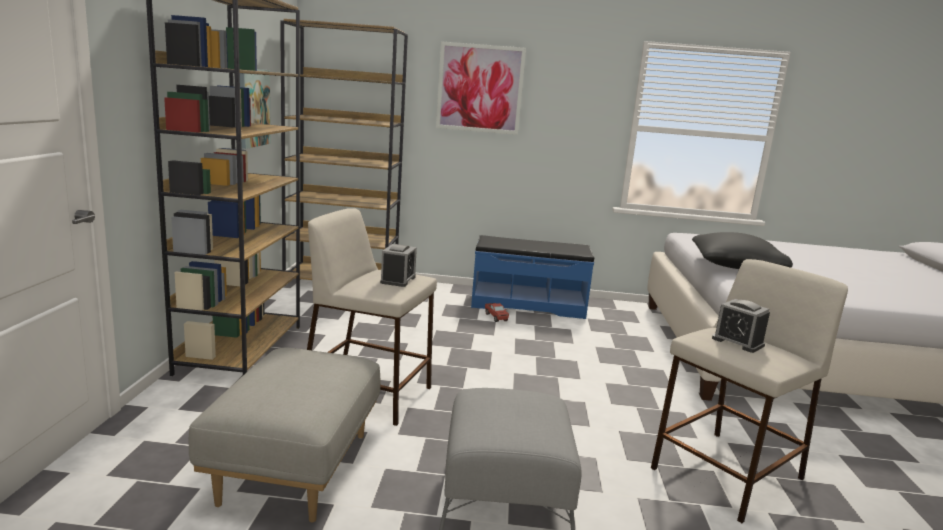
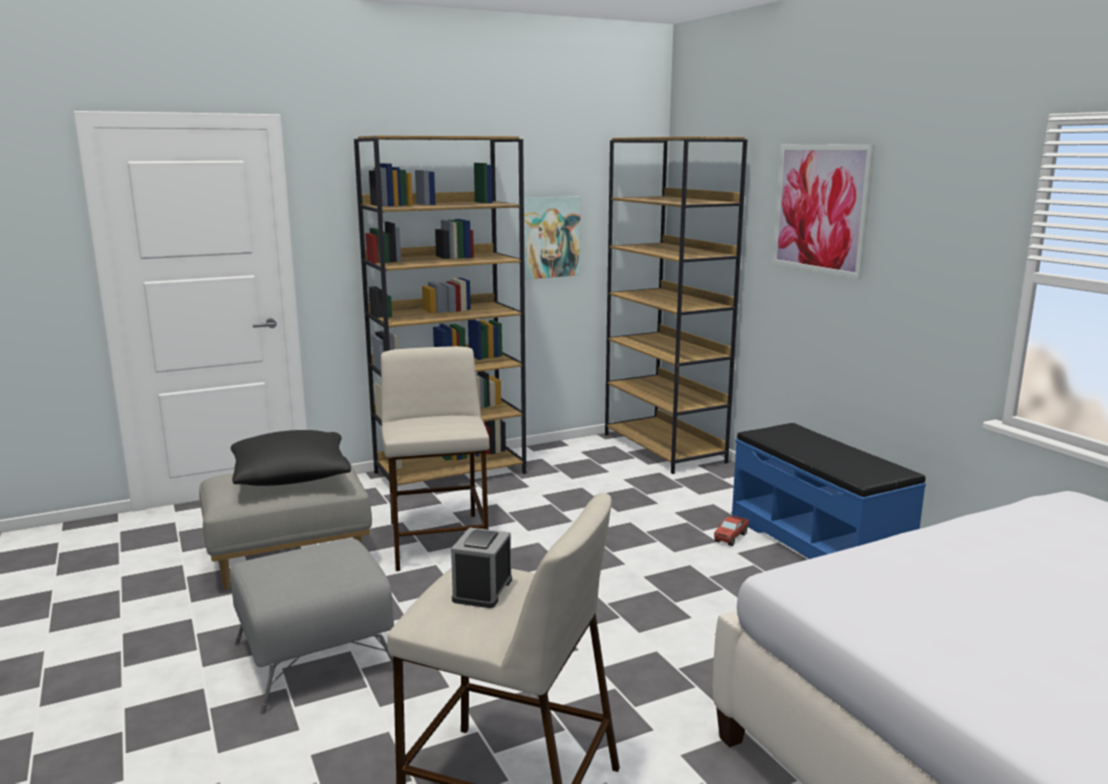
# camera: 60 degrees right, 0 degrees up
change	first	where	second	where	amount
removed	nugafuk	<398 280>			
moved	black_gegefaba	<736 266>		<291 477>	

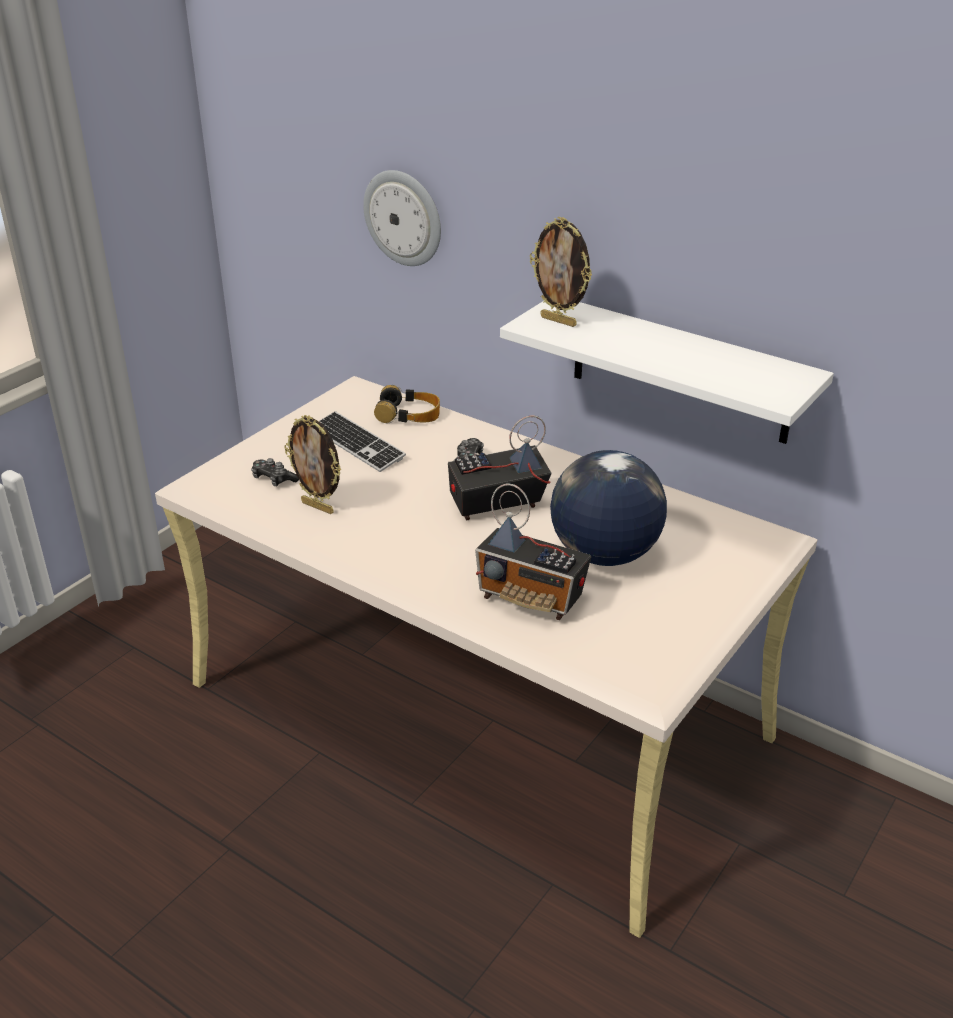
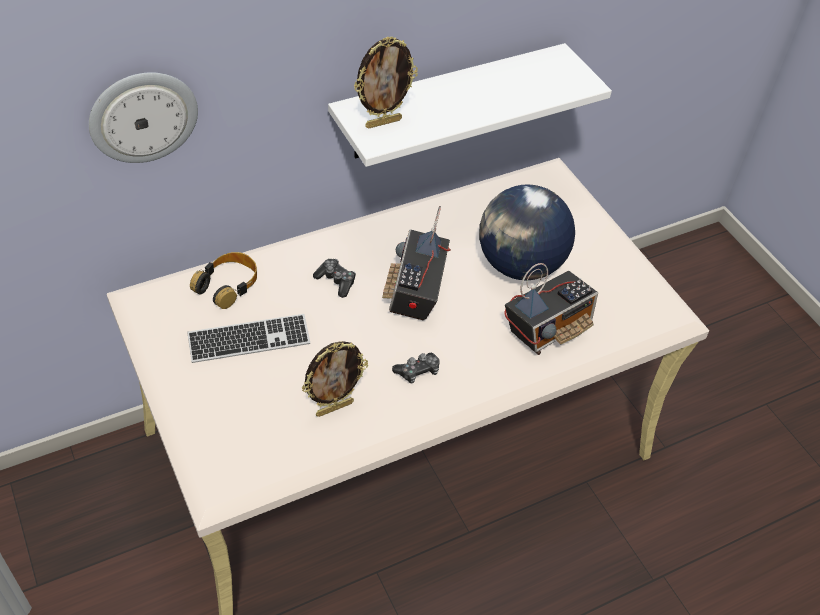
# camera: 65 degrees left, 15 degrees up
change	first	where	second	where	amount
moved	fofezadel	<273 479>		<418 371>	

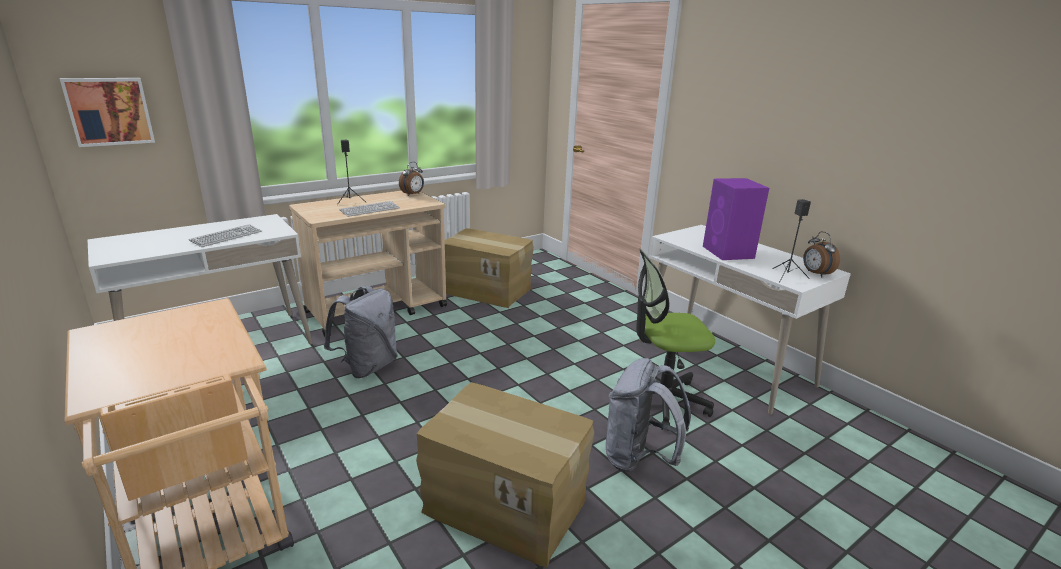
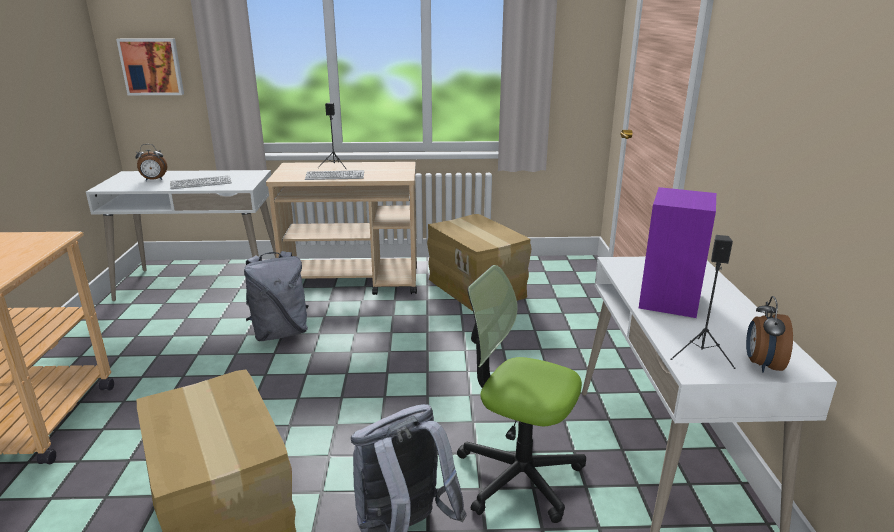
# camera: 35 degrees right, 0 degrees up
change	first	where	second	where	amount
moved	nugafuk	<413 194>		<154 180>	

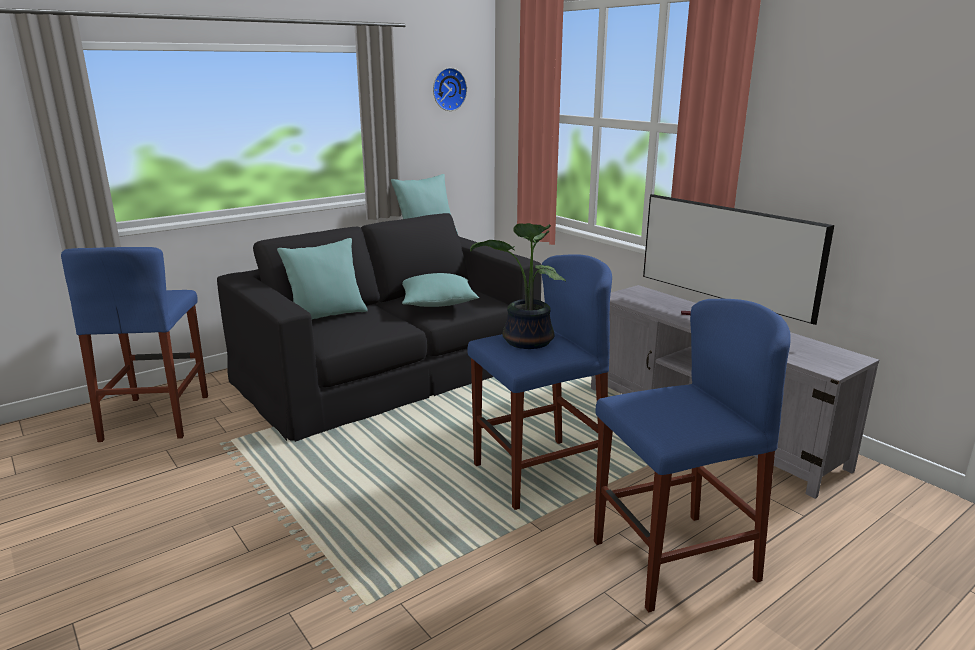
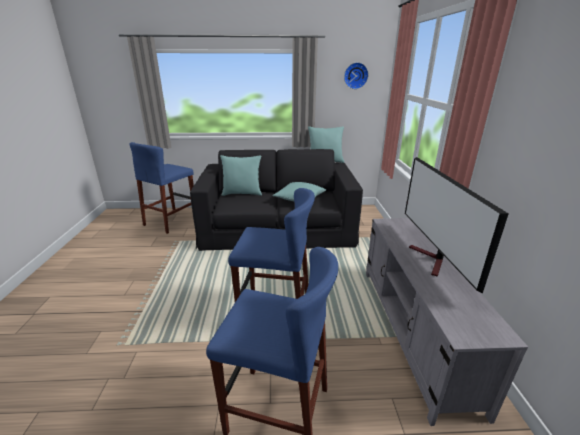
# camera: 35 degrees right, 5 degrees up
change	first	where	second	where	amount
removed	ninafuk	<526 342>			

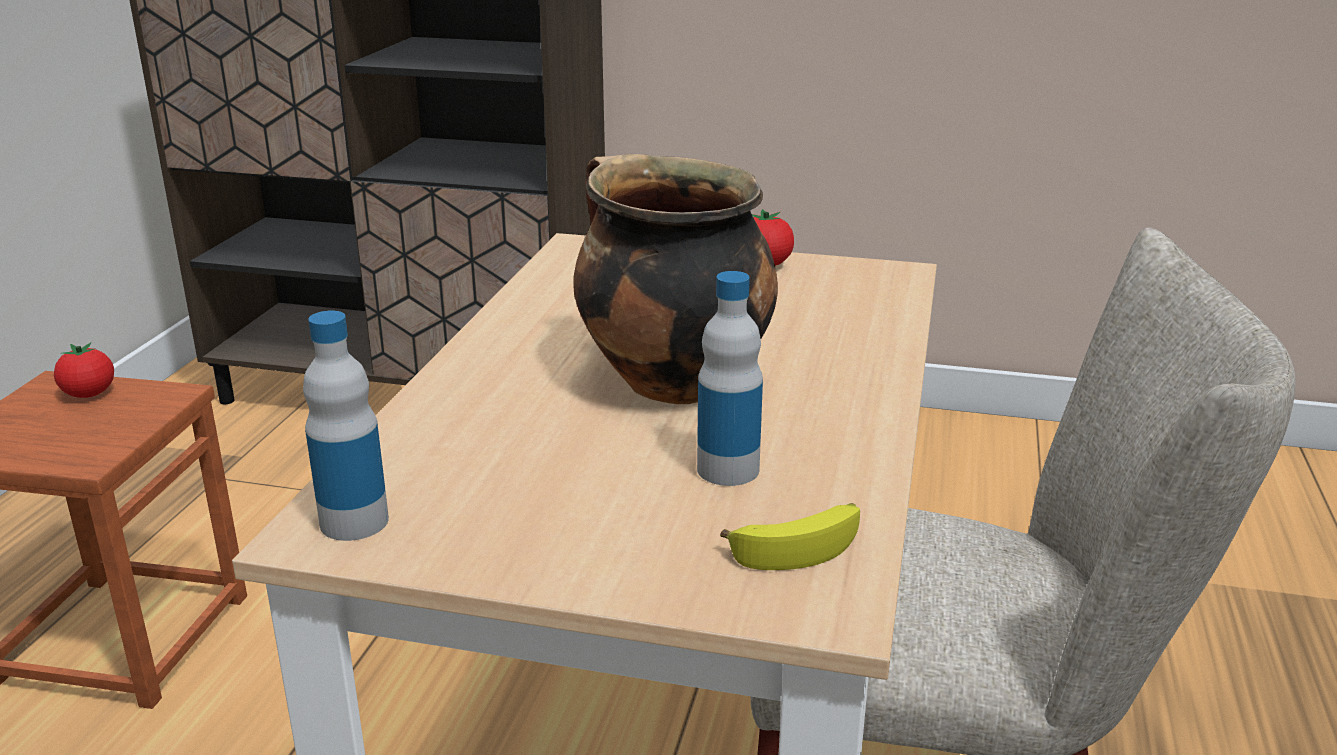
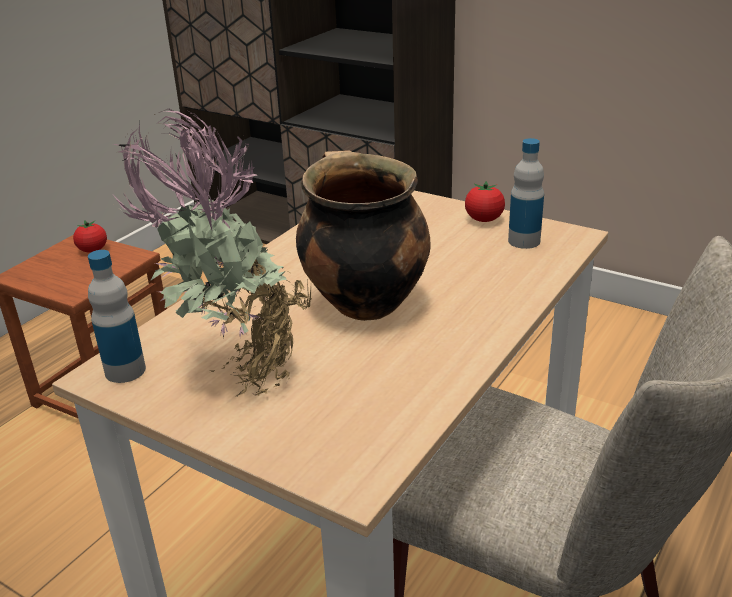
# camera: 20 degrees right, 5 degrees up
change	first	where	second	where	amount
moved	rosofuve	<728 469>		<524 241>	
removed	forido	<799 545>			
added			ninafuk	<236 371>	

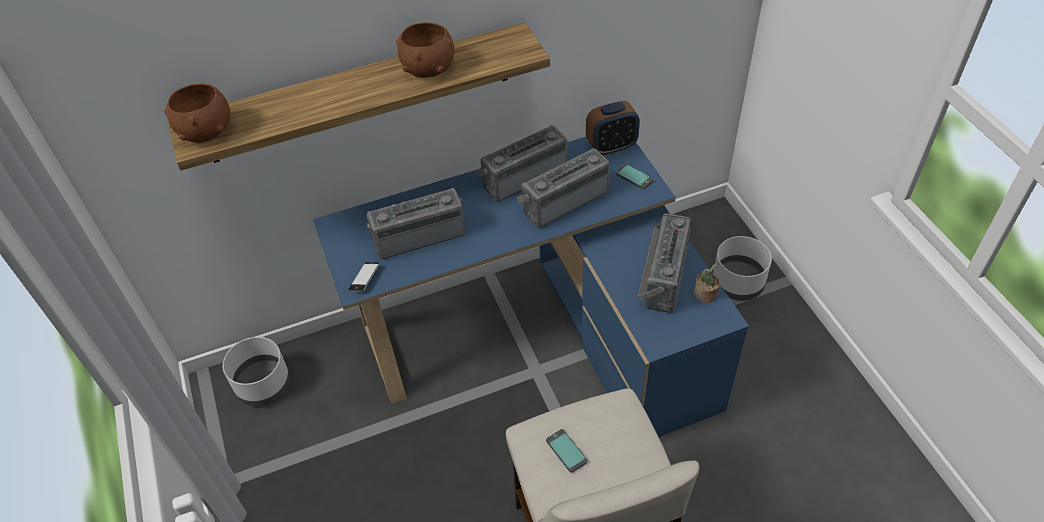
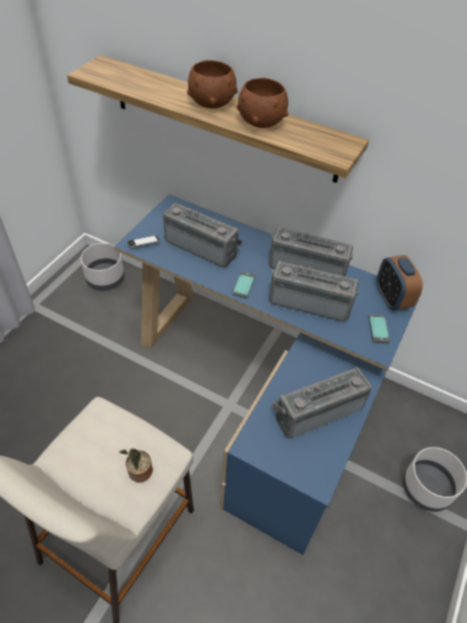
# camera: 45 degrees right, 0 degrees up
change	first	where	second	where	amount
moved	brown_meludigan	<206 132>		<211 103>	
moved	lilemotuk	<566 451>		<243 285>	
turned	nugafuk	<611 146>		<391 298>	45 degrees clockwise
moved	ninafuk	<705 295>		<138 472>	

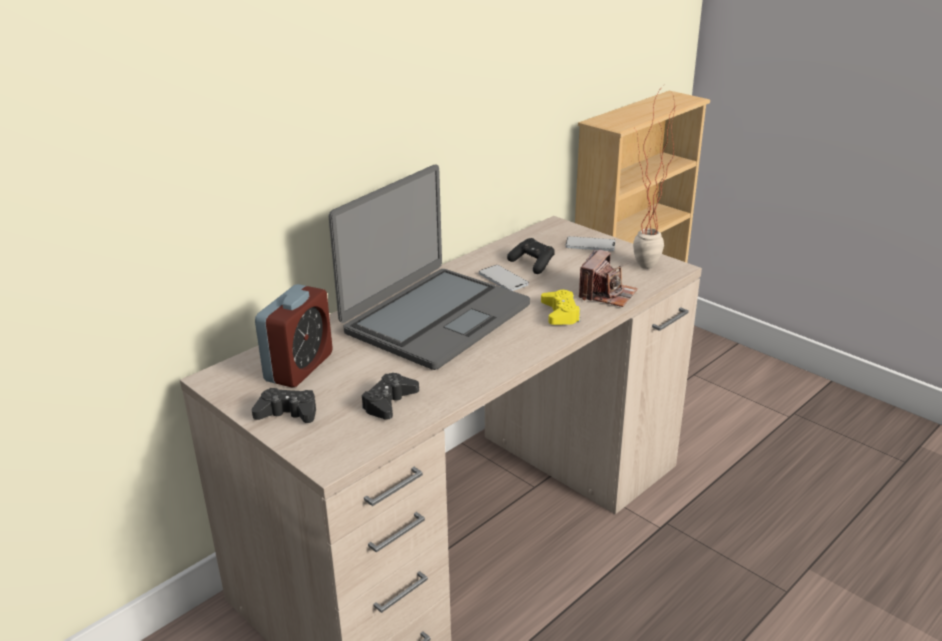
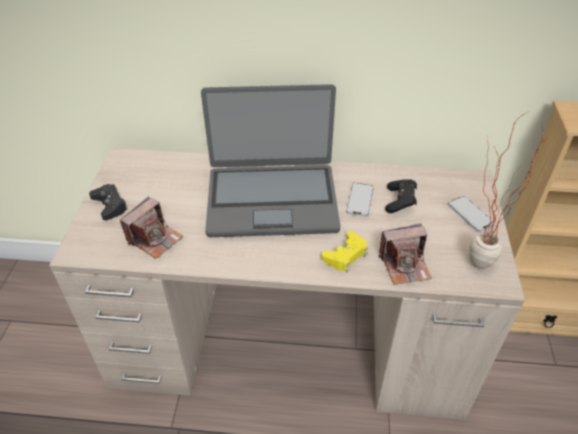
# camera: 50 degrees right, 15 degrees up
change	first	where	second	where	amount
removed	nugafuk	<299 367>			
replaced	black_fofezadel	<389 402>	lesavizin	<155 239>	

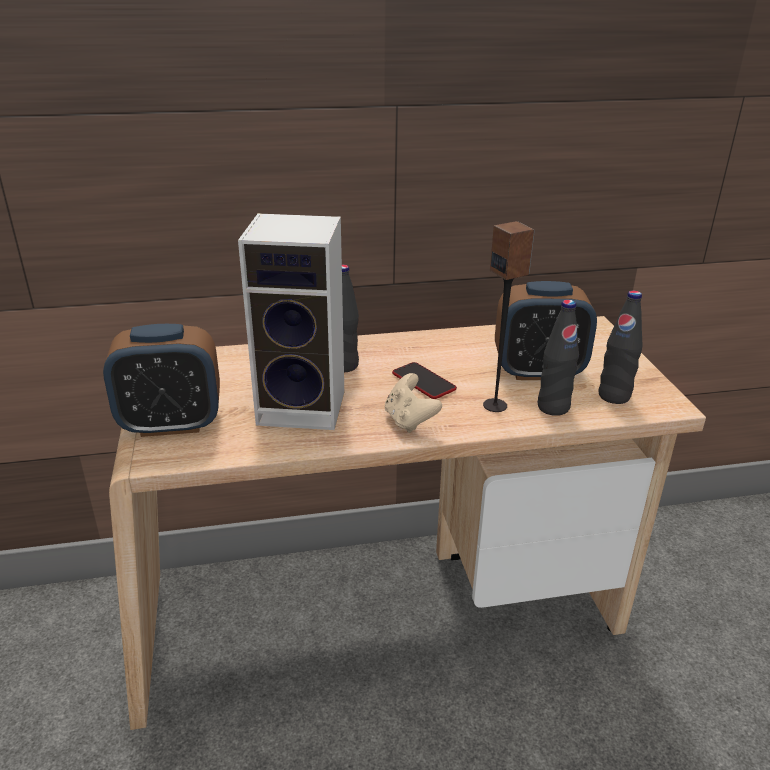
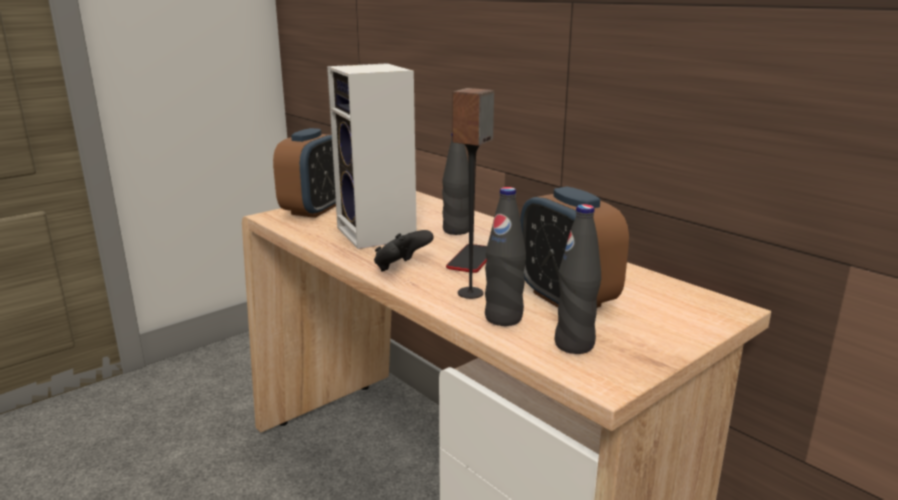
# camera: 60 degrees right, 10 degrees down
change	first	where	second	where	amount
turned	nugafuk	<171 424>		<314 210>	120 degrees counterclockwise
recoloured	beige_fofezadel	<409 420>	black_fofezadel	<401 268>	

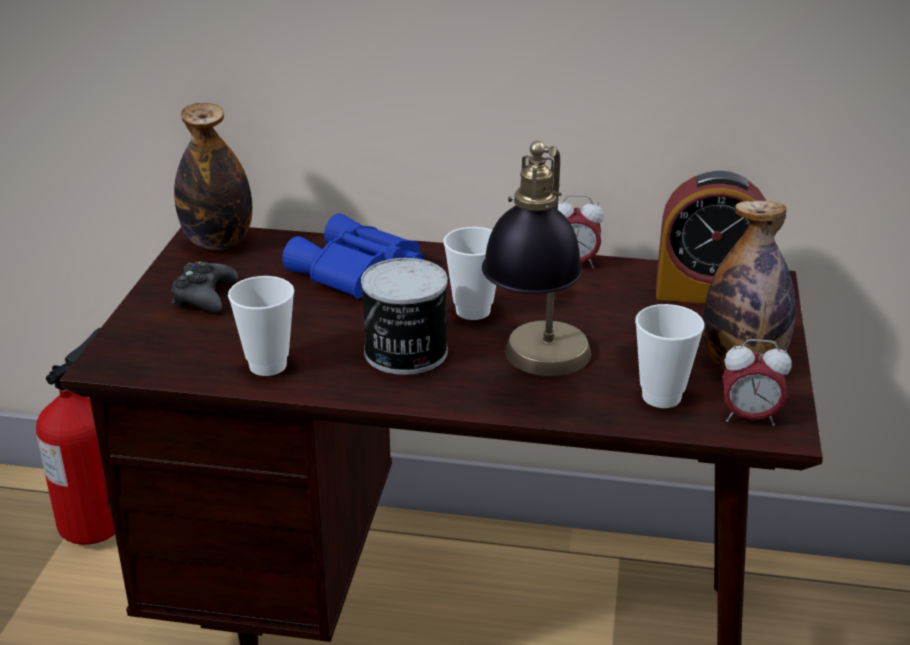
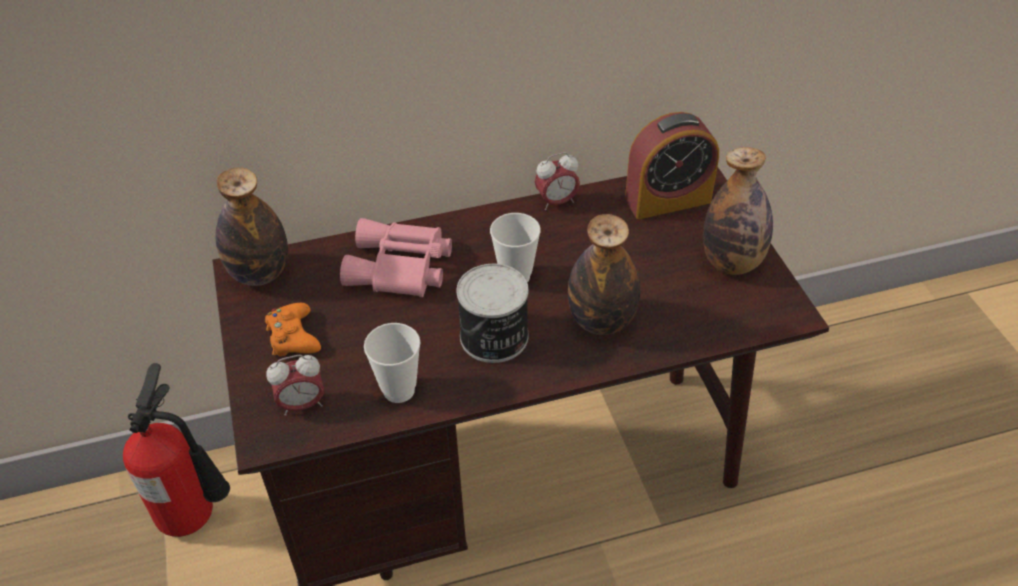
# camera: 25 degrees left, 15 degrees up
change	first	where	second	where	amount
recoloured	black_fofezadel	<204 296>	orange_fofezadel	<293 337>	
recoloured	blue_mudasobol	<357 273>	pink_mudasobol	<400 269>	
replaced	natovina	<537 372>	rosofuve	<601 321>	
removed	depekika	<661 397>			
moved	nugafuk	<749 417>		<302 404>	

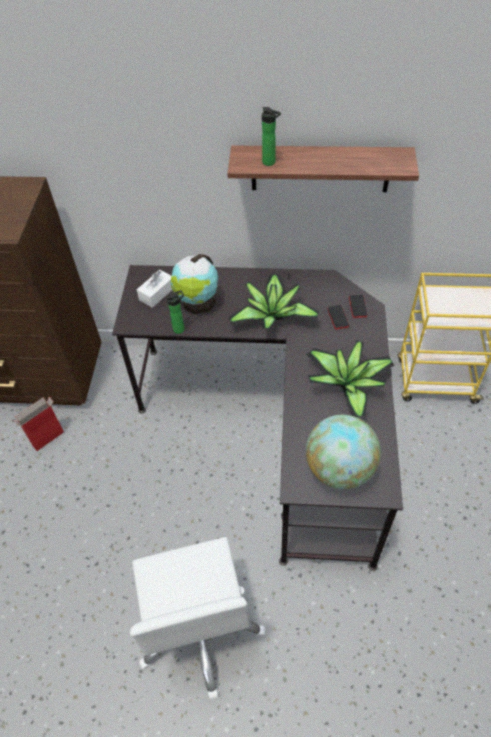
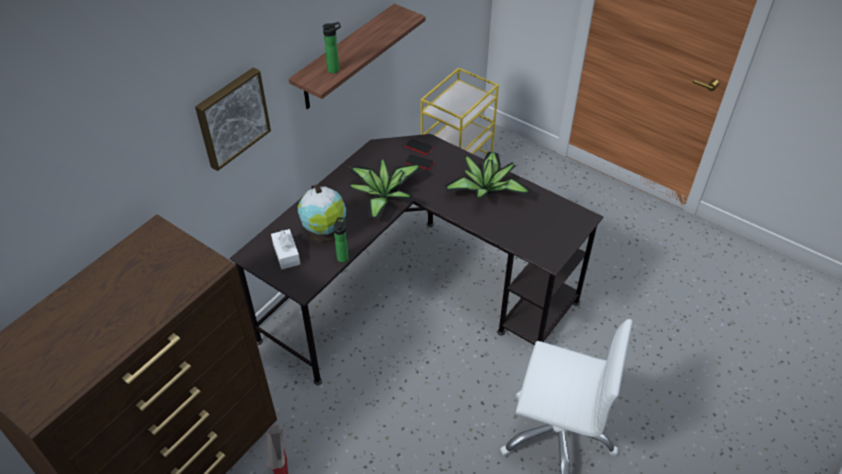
# camera: 60 degrees left, 5 degrees down
change	first	where	second	where	amount
removed	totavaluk	<339 469>			
added			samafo	<231 117>	

